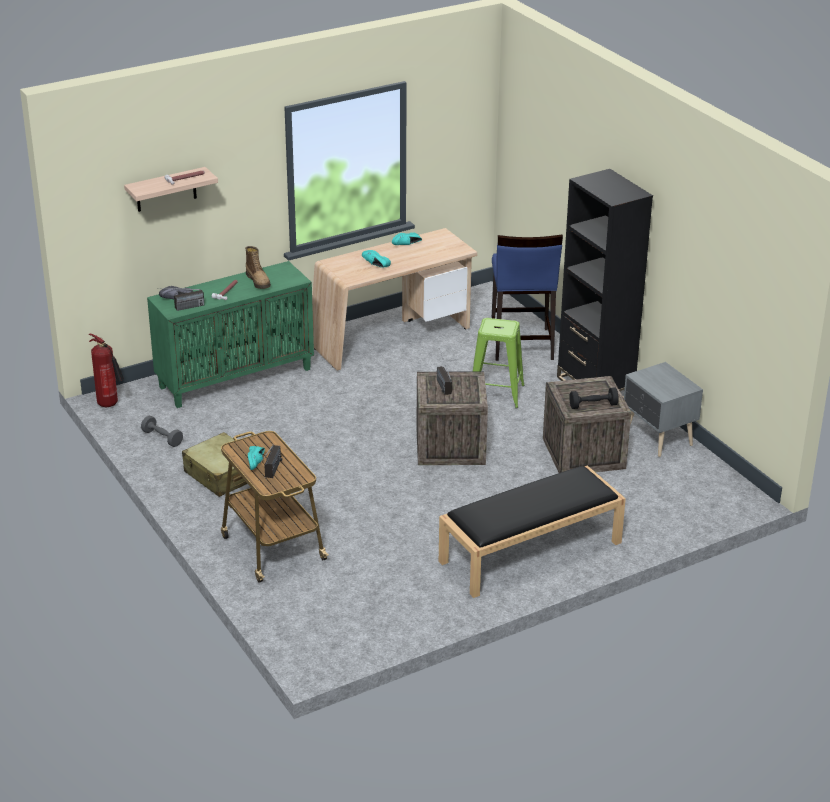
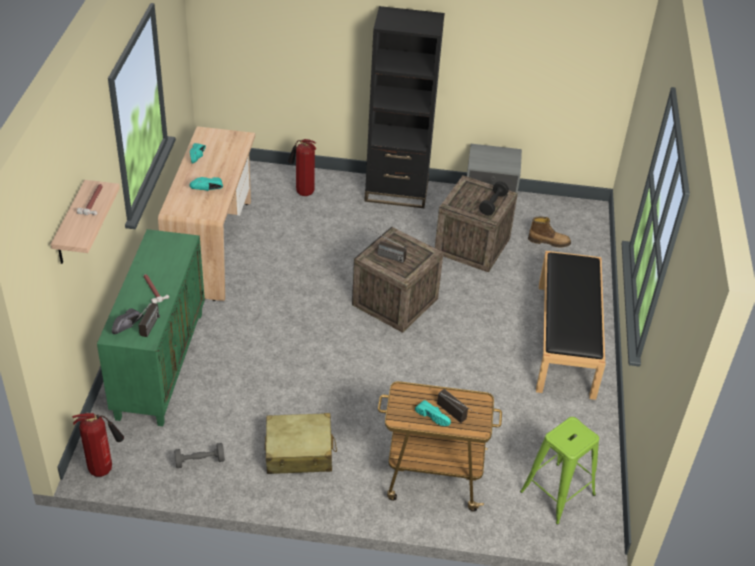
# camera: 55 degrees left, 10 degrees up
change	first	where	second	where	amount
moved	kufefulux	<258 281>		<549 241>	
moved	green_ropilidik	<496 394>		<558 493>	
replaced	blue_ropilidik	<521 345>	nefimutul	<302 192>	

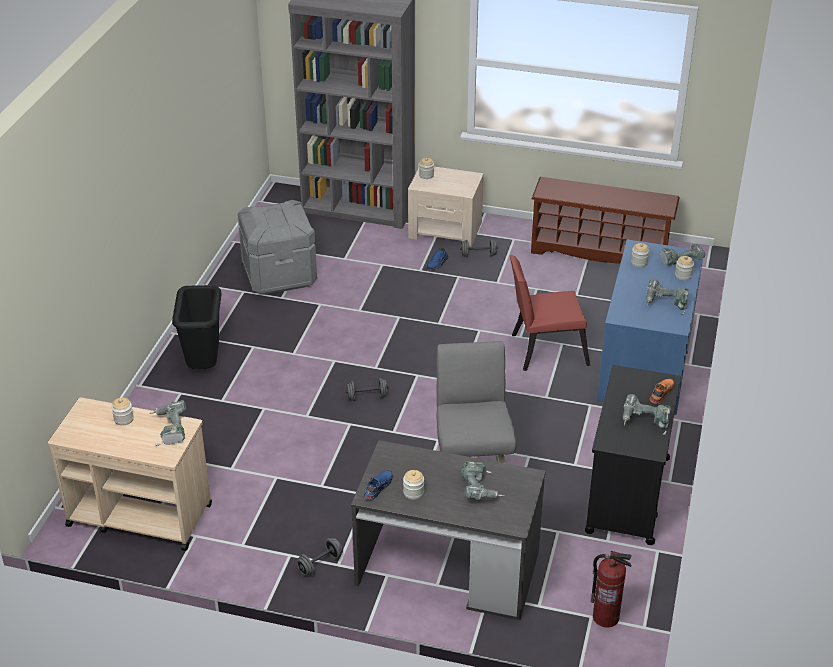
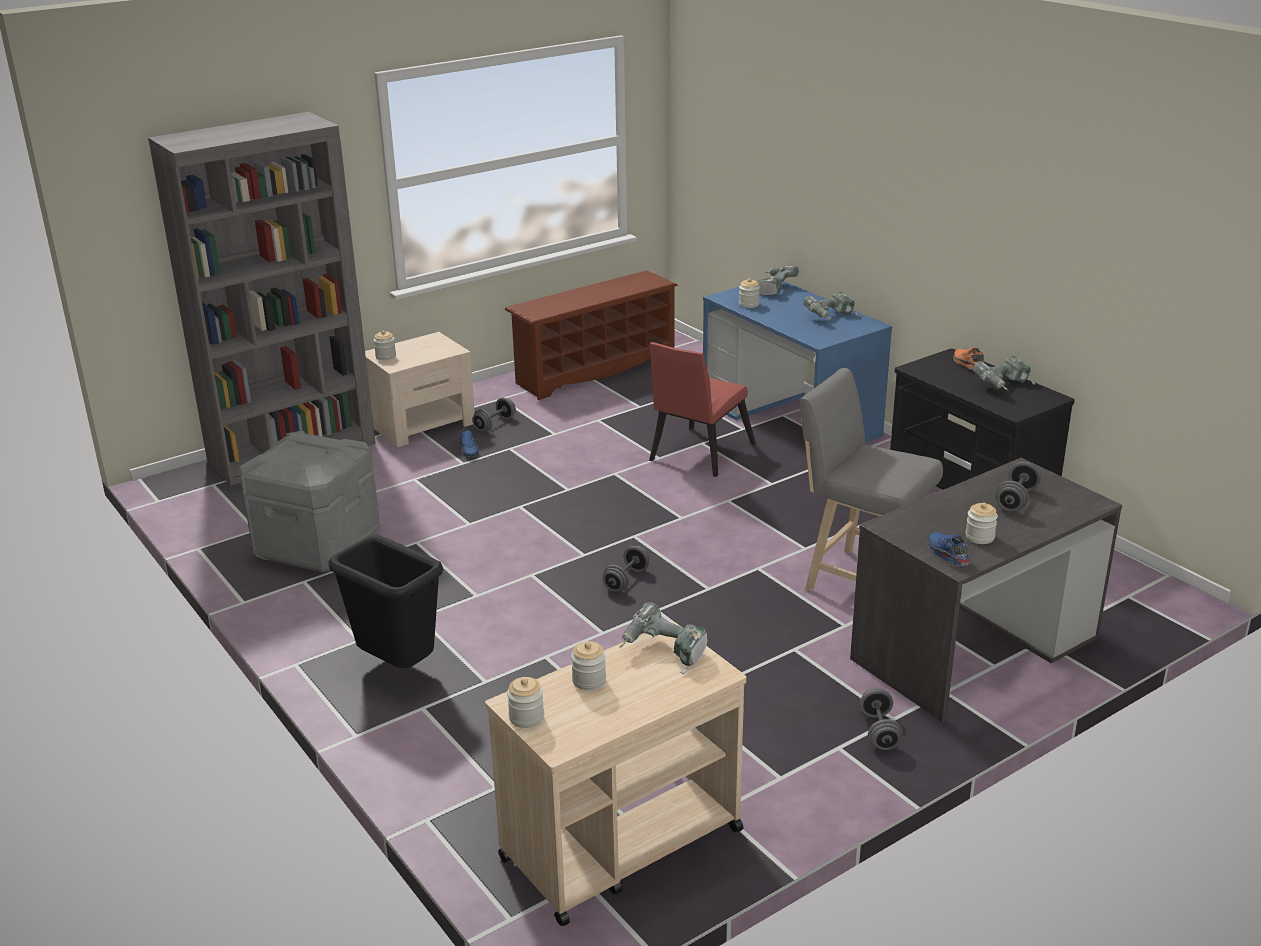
# camera: 50 degrees left, 10 degrees down
change	first	where	second	where	amount
replaced	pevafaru	<480 490>	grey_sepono	<1016 500>	
removed	nefimutul	<605 617>			
moved	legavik	<683 275>		<526 717>	

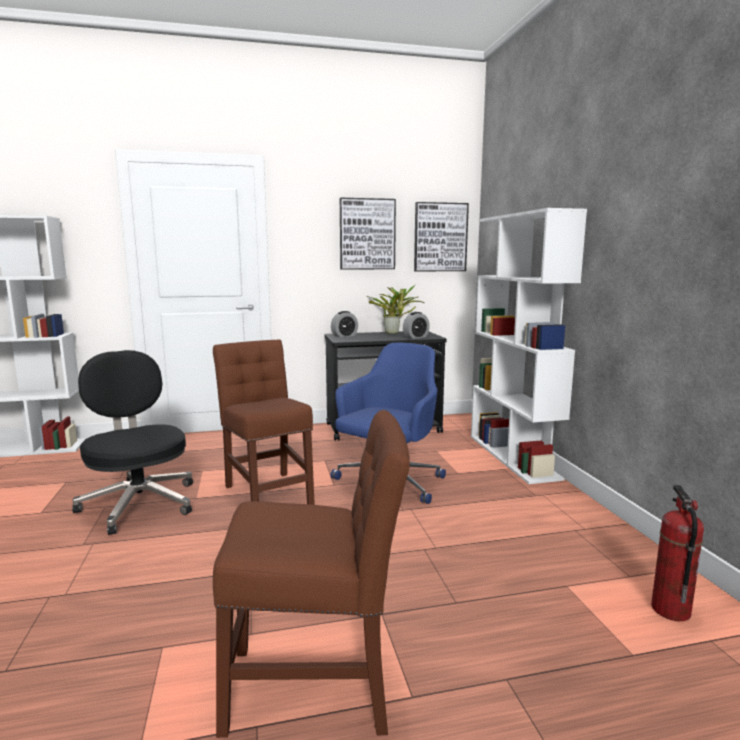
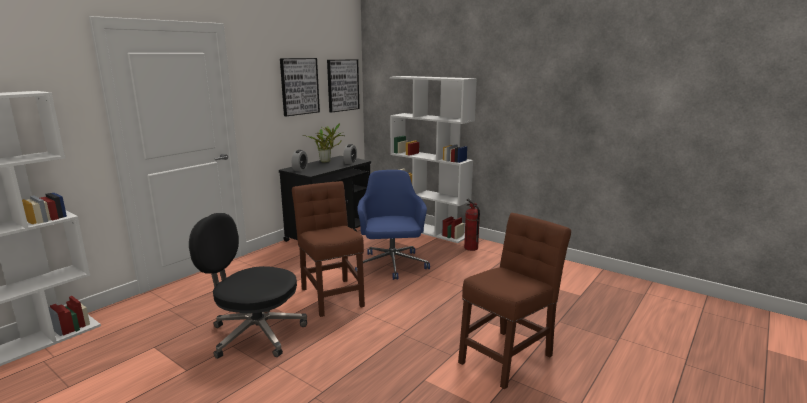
# camera: 40 degrees left, 5 degrees up
change	first	where	second	where	amount
turned	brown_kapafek	<267 492>		<331 295>	45 degrees clockwise
moved	nefimutul	<669 610>		<470 248>	

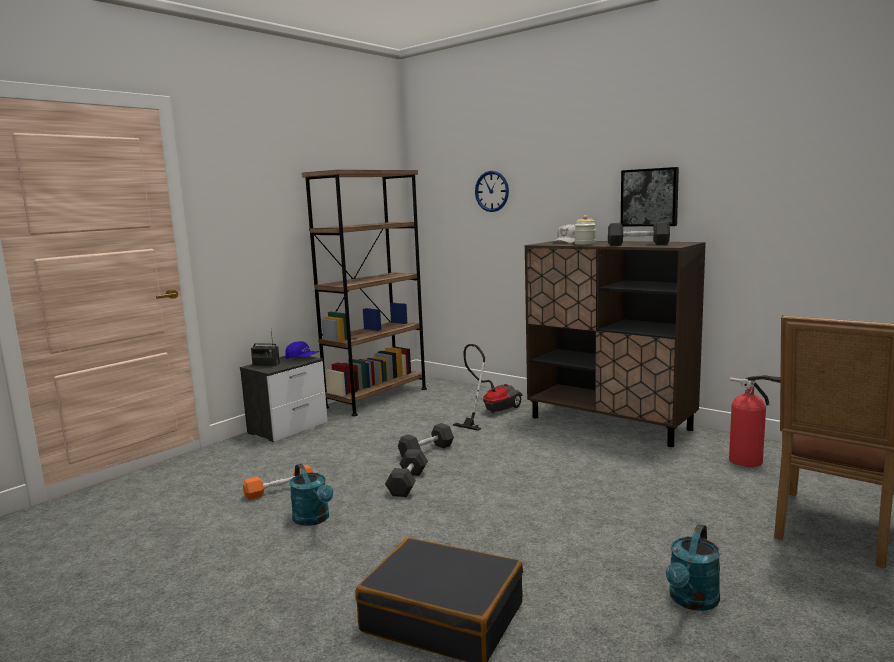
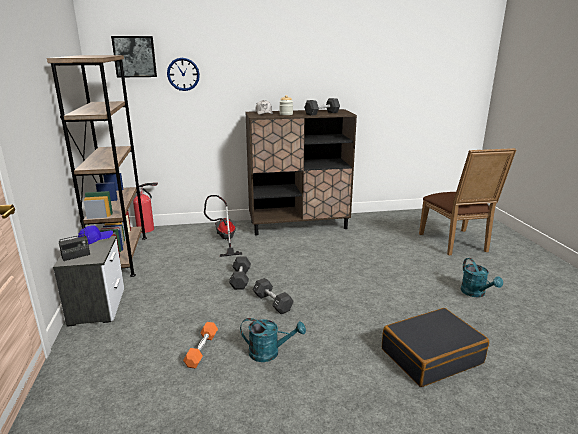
# camera: 50 degrees left, 10 degrees up
change	first	where	second	where	amount
moved	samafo	<650 197>		<135 56>	
moved	nefimutul	<749 462>		<147 229>	

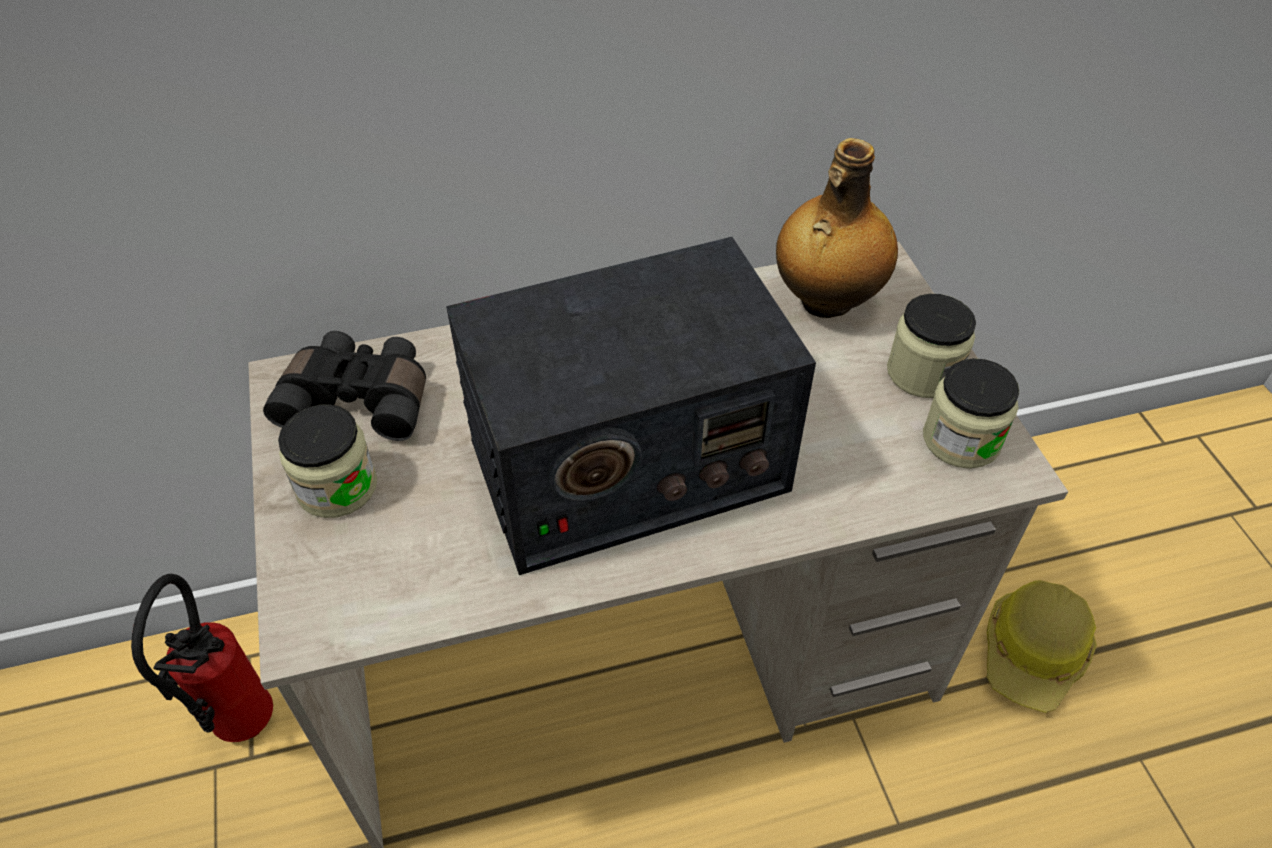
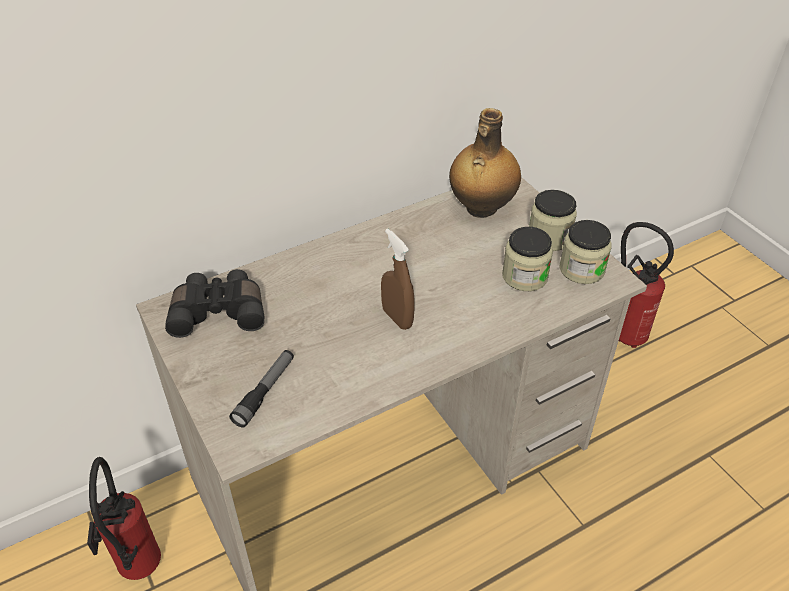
# camera: 15 degrees left, 5 degrees down
change	first	where	second	where	amount
moved	legavik	<337 487>		<524 276>	
replaced	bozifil	<626 464>	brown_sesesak	<397 318>	
removed	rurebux	<1034 653>			
added			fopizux	<265 392>	
added			nefimutul	<625 334>	

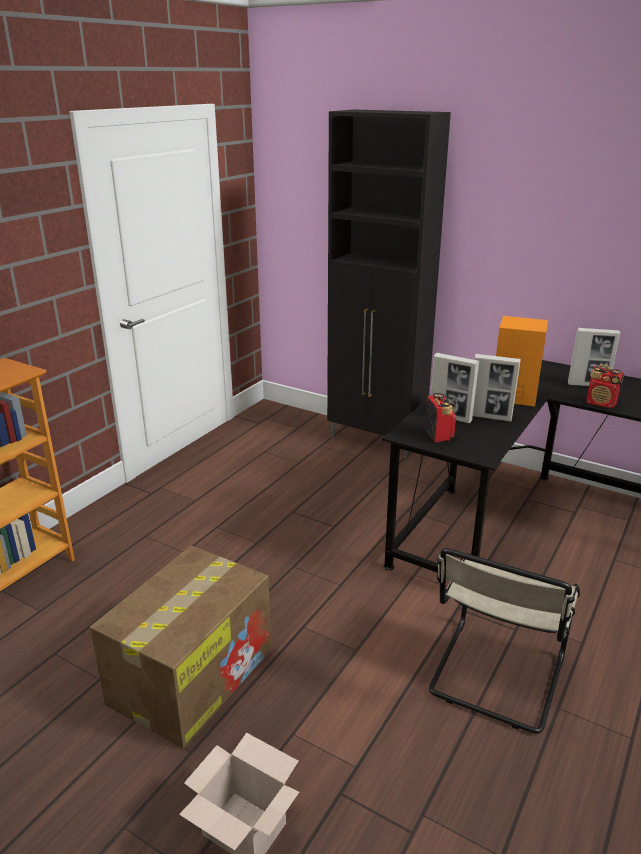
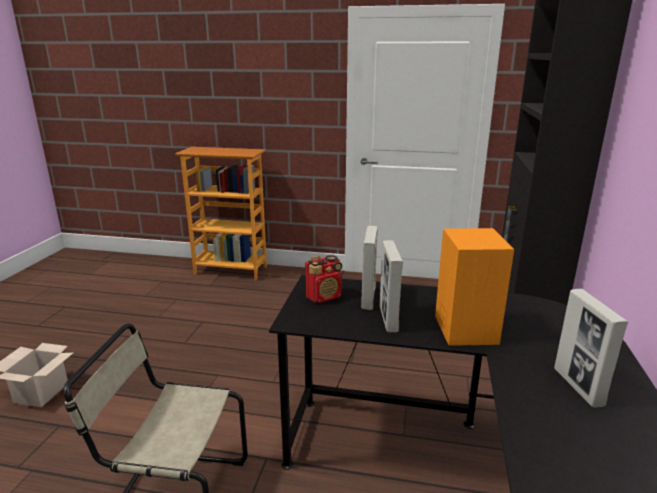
# camera: 70 degrees right, 5 degrees down
change	first	where	second	where	amount
removed	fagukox	<193 674>			
removed	bozifil	<601 403>			

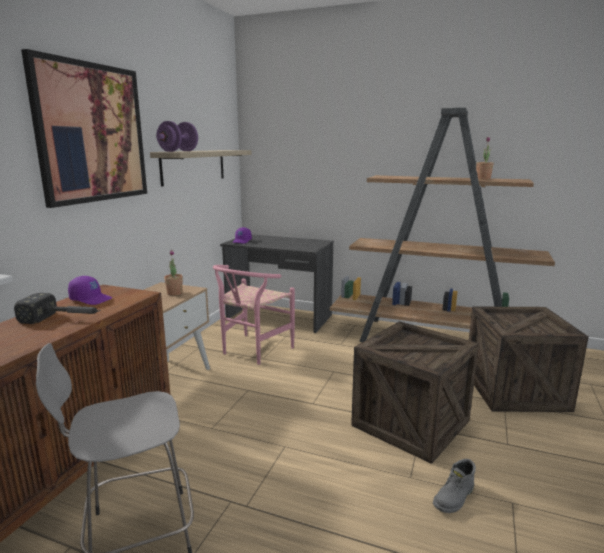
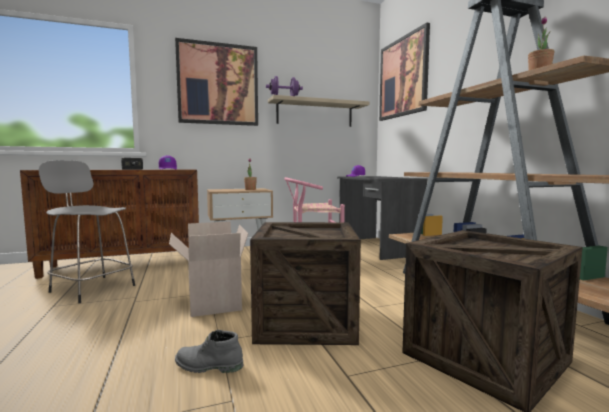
# camera: 50 degrees right, 10 degrees down
change	first	where	second	where	amount
added			fagukox	<212 303>	
added			samafo	<403 77>	

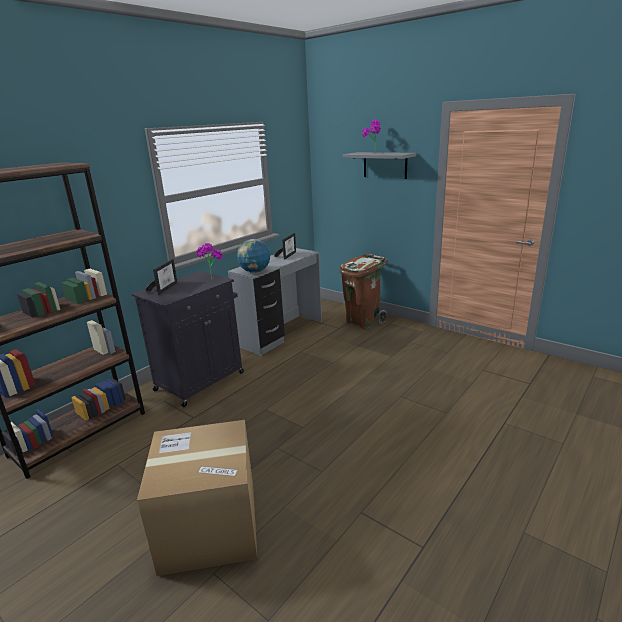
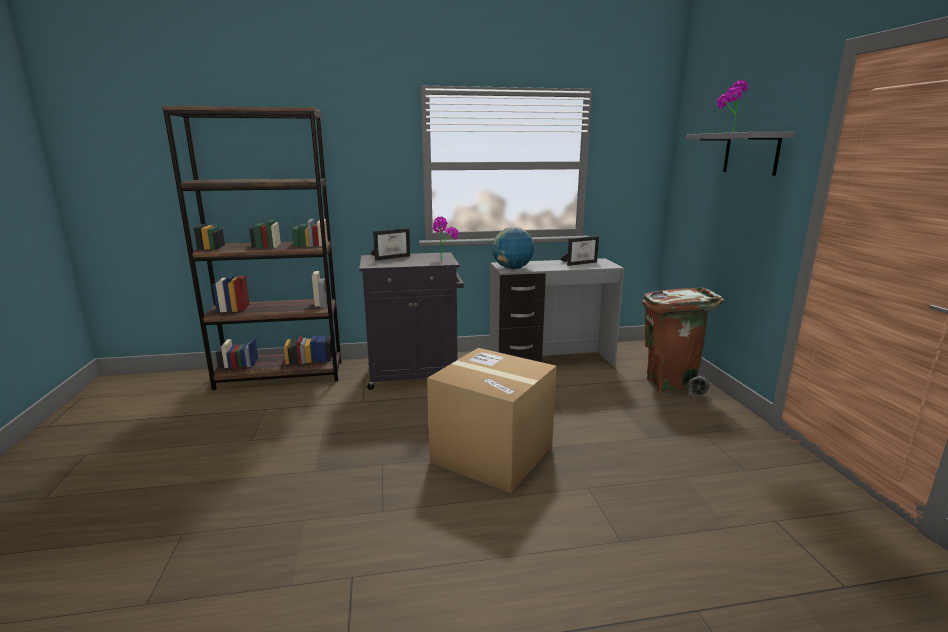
# camera: 40 degrees right, 5 degrees down
change	first	where	second	where	amount
moved	fagukox	<209 527>		<492 453>	

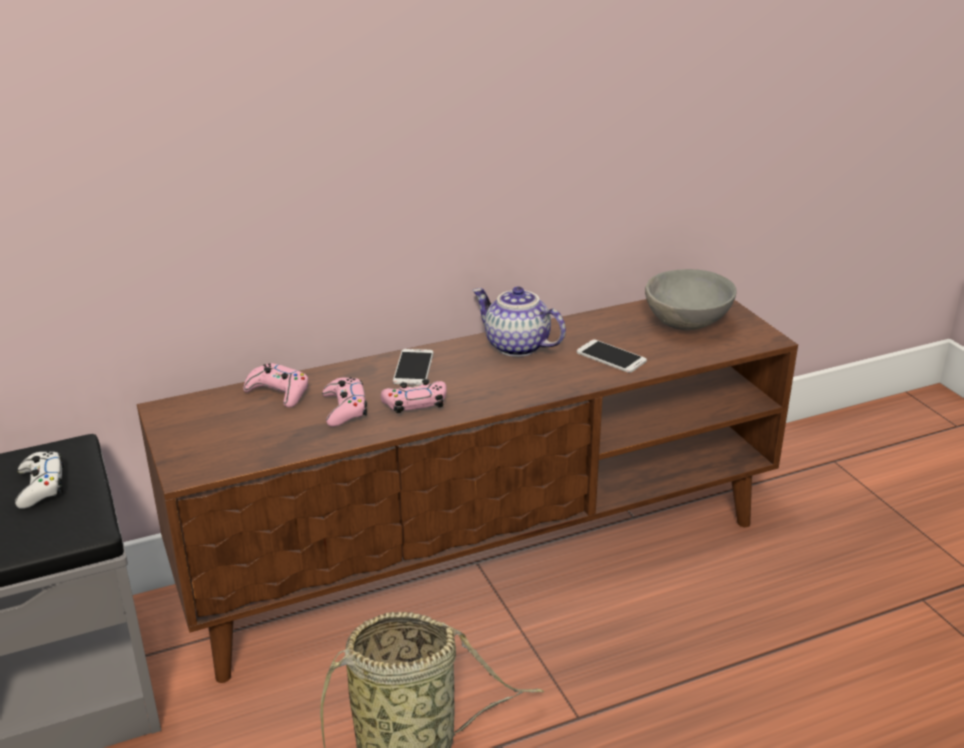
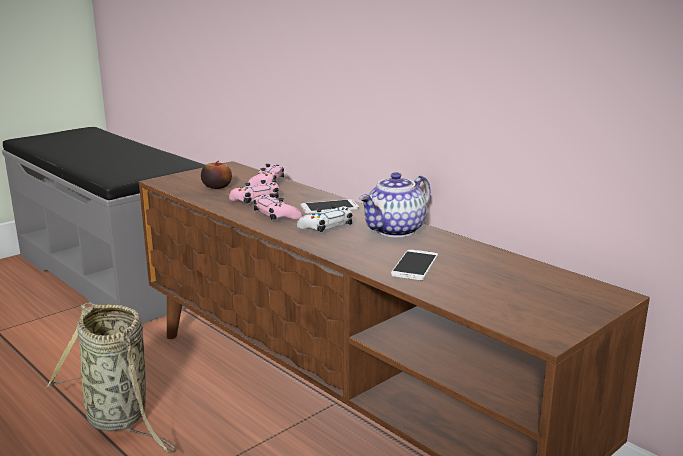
# camera: 70 degrees right, 10 degrees down
change	first	where	second	where	amount
moved	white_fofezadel	<41 486>		<326 226>	
turned	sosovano	<515 346>		<396 231>	150 degrees counterclockwise
removed	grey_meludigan	<688 325>			
added			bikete	<217 186>	

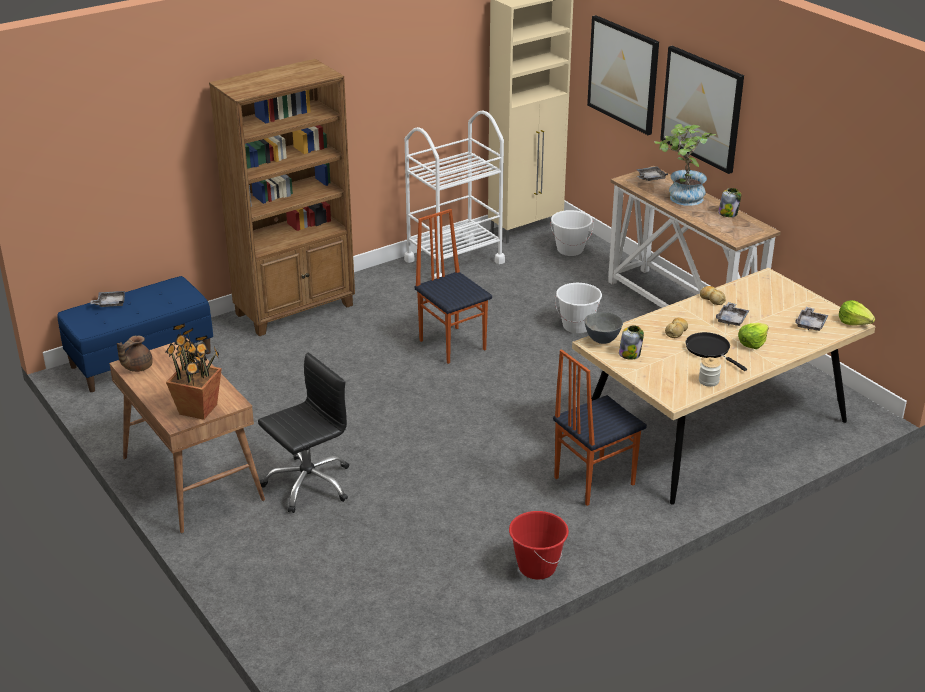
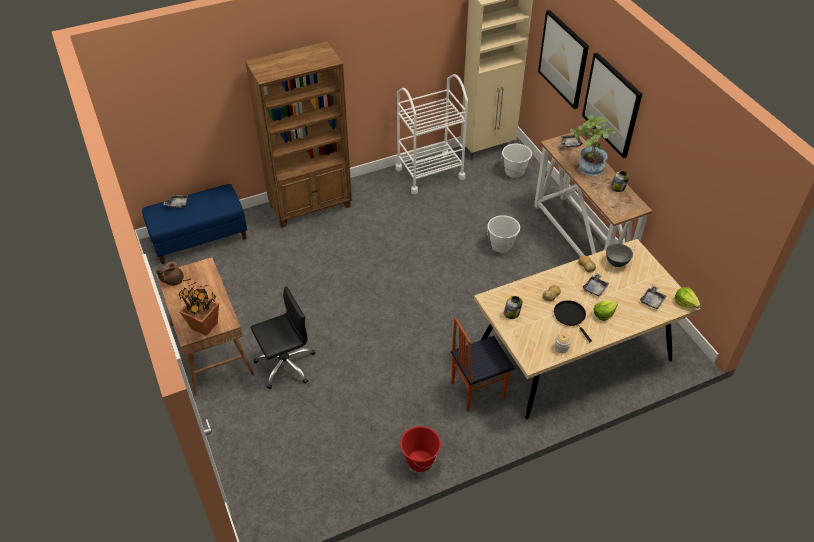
# camera: 10 degrees right, 15 degrees up
change	first	where	second	where	amount
removed	kapafek	<453 344>			
moved	grey_meludigan	<602 340>		<616 263>	

